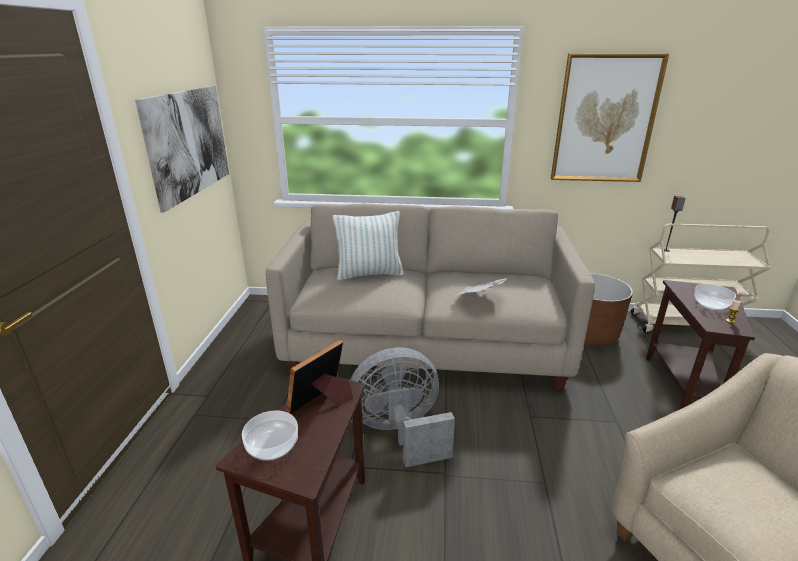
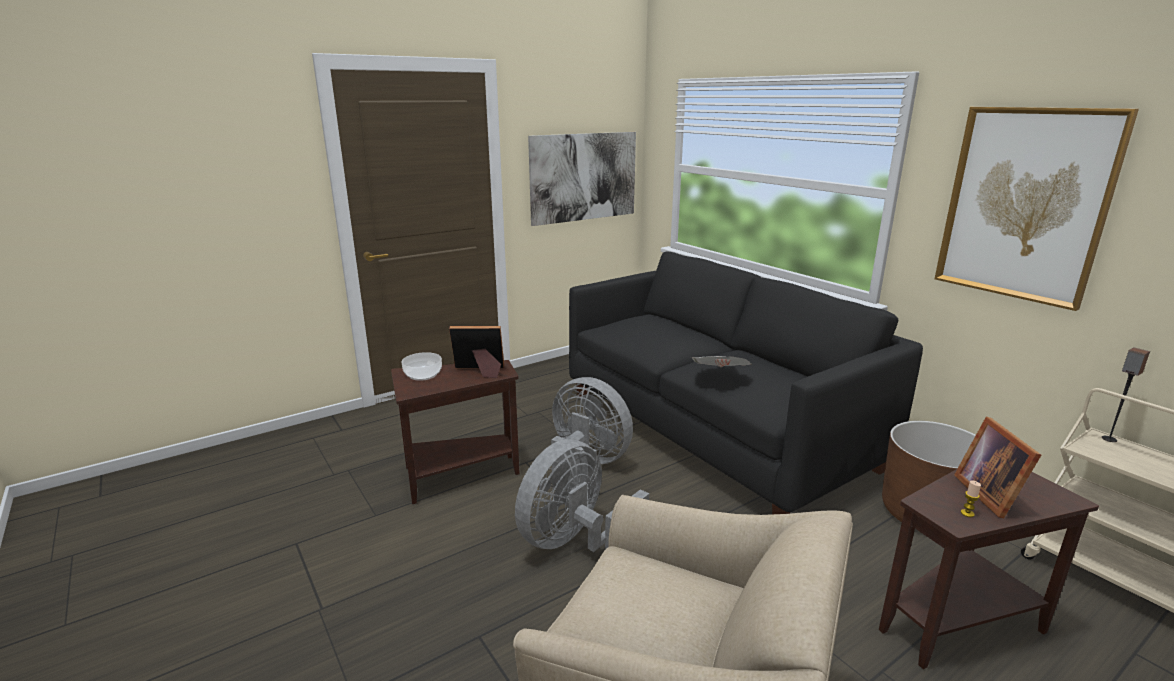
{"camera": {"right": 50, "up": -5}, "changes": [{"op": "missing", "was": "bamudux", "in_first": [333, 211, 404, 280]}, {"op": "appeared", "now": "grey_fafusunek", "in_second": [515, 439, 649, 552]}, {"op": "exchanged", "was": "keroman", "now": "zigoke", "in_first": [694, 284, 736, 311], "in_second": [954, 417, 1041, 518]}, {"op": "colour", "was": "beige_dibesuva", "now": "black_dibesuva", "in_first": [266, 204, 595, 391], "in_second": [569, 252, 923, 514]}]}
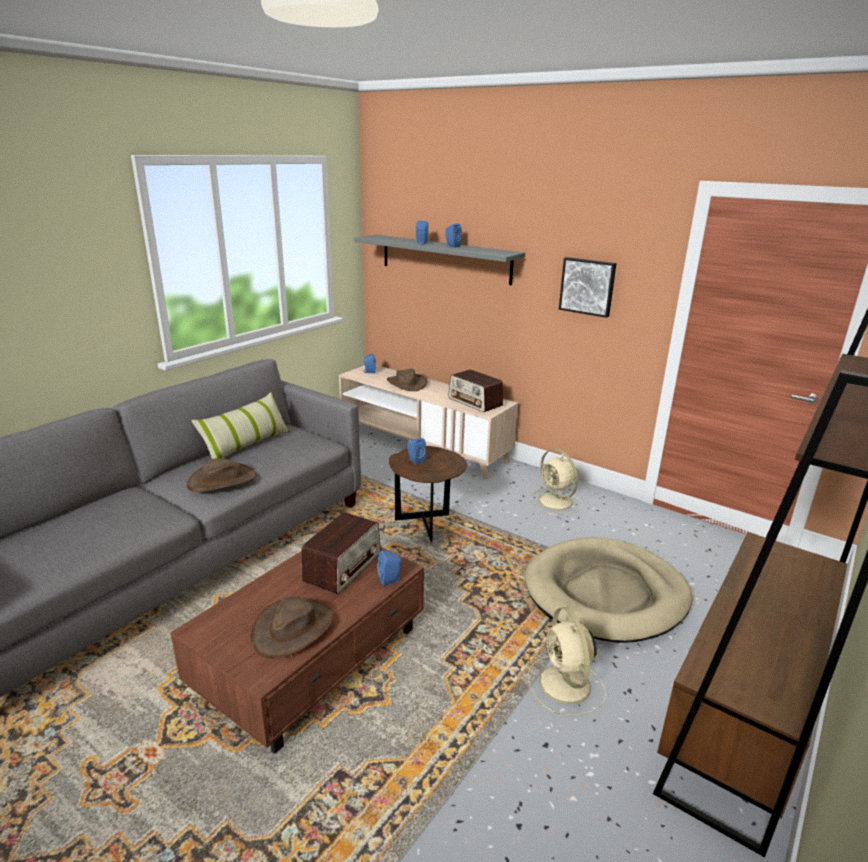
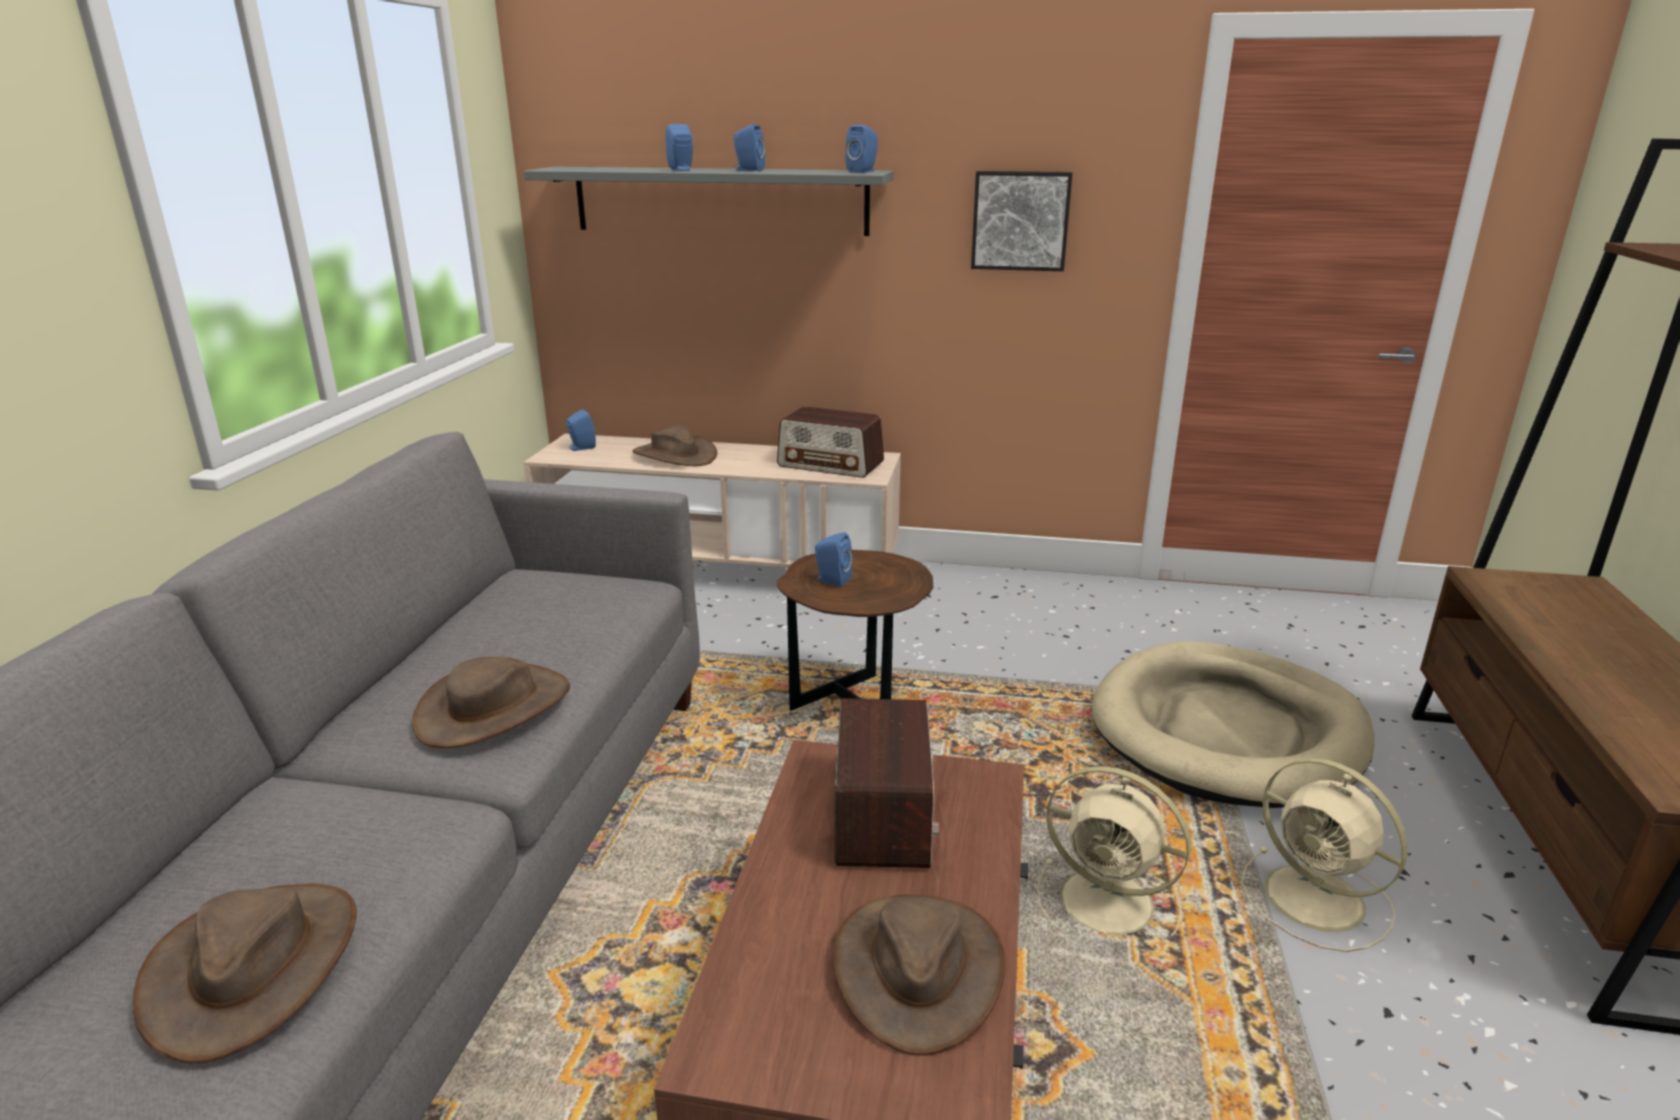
{"camera": {"right": -25, "up": 0}, "changes": [{"op": "missing", "was": "bamudux", "in_first": [192, 392, 290, 459]}, {"op": "appeared", "now": "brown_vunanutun", "in_second": [133, 884, 357, 1063]}, {"op": "relocated", "was": "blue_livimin", "in_first": [377, 551, 401, 586], "in_second": [845, 125, 878, 173]}, {"op": "relocated", "was": "beige_fafusunek", "in_first": [531, 449, 583, 515], "in_second": [1037, 766, 1191, 936]}]}
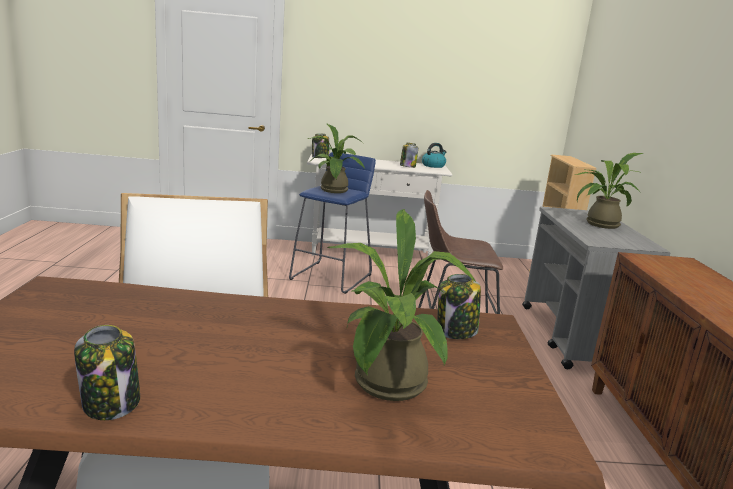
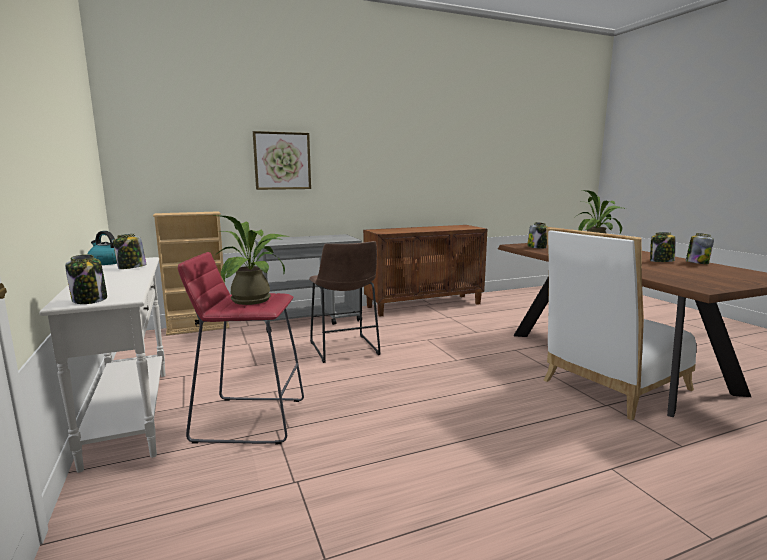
{"camera": {"right": -110, "up": -5}, "changes": [{"op": "missing", "was": "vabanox", "in_first": [575, 153, 644, 229]}, {"op": "appeared", "now": "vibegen", "in_second": [253, 131, 311, 190]}, {"op": "appeared", "now": "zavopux", "in_second": [650, 232, 676, 262]}, {"op": "colour", "was": "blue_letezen", "now": "red_letezen", "in_first": [289, 152, 376, 294], "in_second": [178, 252, 304, 445]}]}
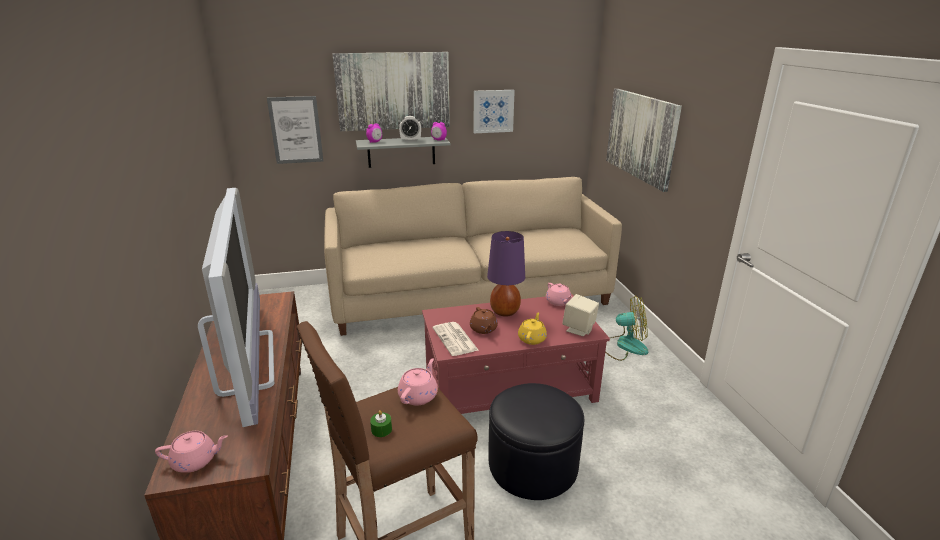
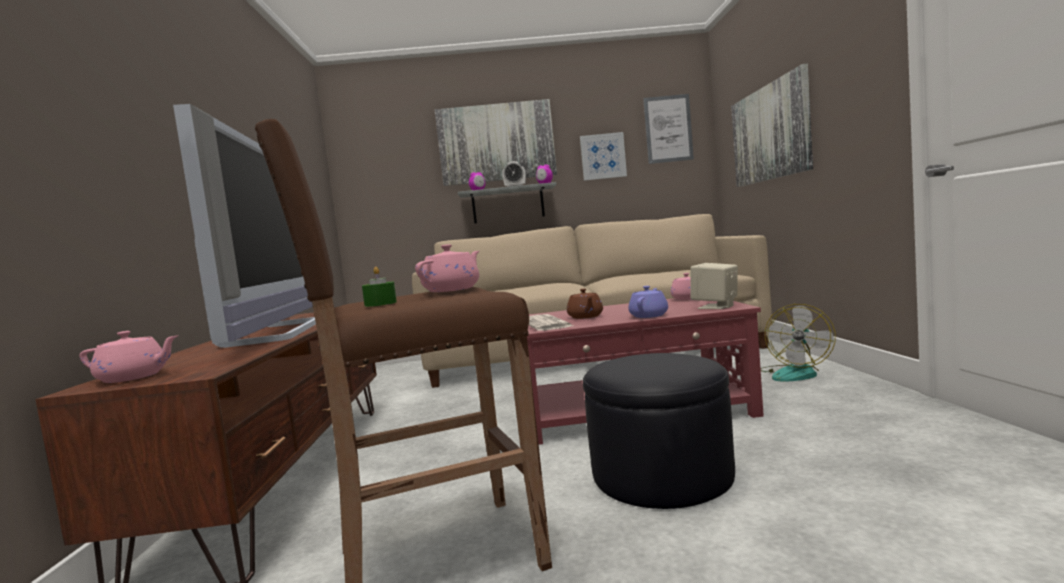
{"camera": {"right": 10, "up": -20}, "changes": [{"op": "missing", "was": "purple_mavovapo", "in_first": [487, 231, 525, 316]}, {"op": "relocated", "was": "vibegen", "in_first": [267, 96, 323, 164], "in_second": [643, 94, 694, 164]}, {"op": "colour", "was": "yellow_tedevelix", "now": "purple_tedevelix", "in_first": [518, 312, 547, 345], "in_second": [628, 286, 668, 318]}, {"op": "spun", "was": "fafusunek", "in_first": [605, 295, 649, 361], "in_second": [761, 304, 836, 382], "clockwise": 105}]}
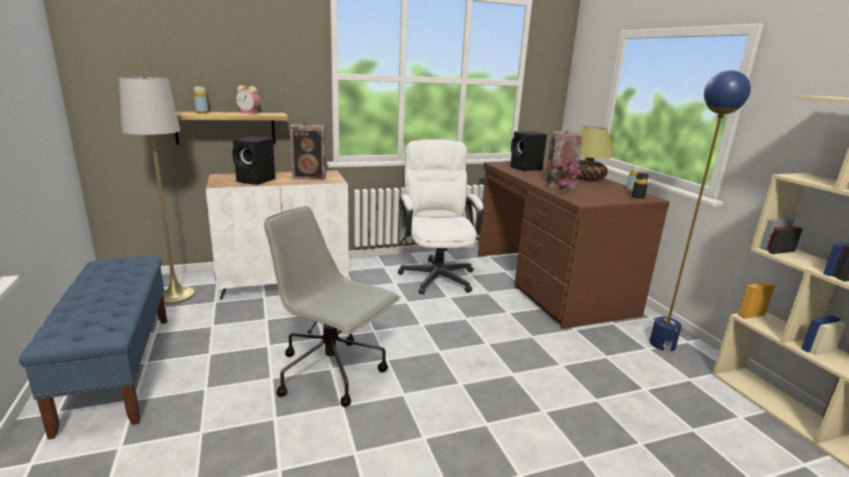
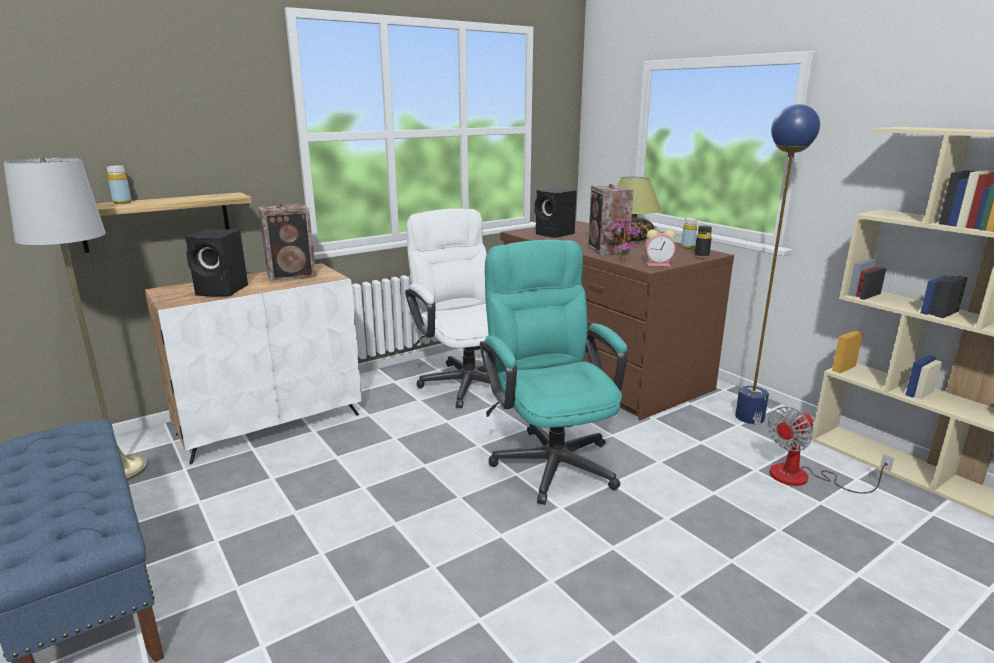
{"camera": {"right": -15, "up": 0}, "changes": [{"op": "missing", "was": "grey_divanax", "in_first": [264, 206, 400, 407]}, {"op": "appeared", "now": "turquoise_divanax", "in_second": [480, 240, 628, 505]}, {"op": "appeared", "now": "fafusunek", "in_second": [768, 407, 894, 494]}, {"op": "relocated", "was": "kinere", "in_first": [236, 85, 260, 115], "in_second": [644, 229, 676, 266]}]}
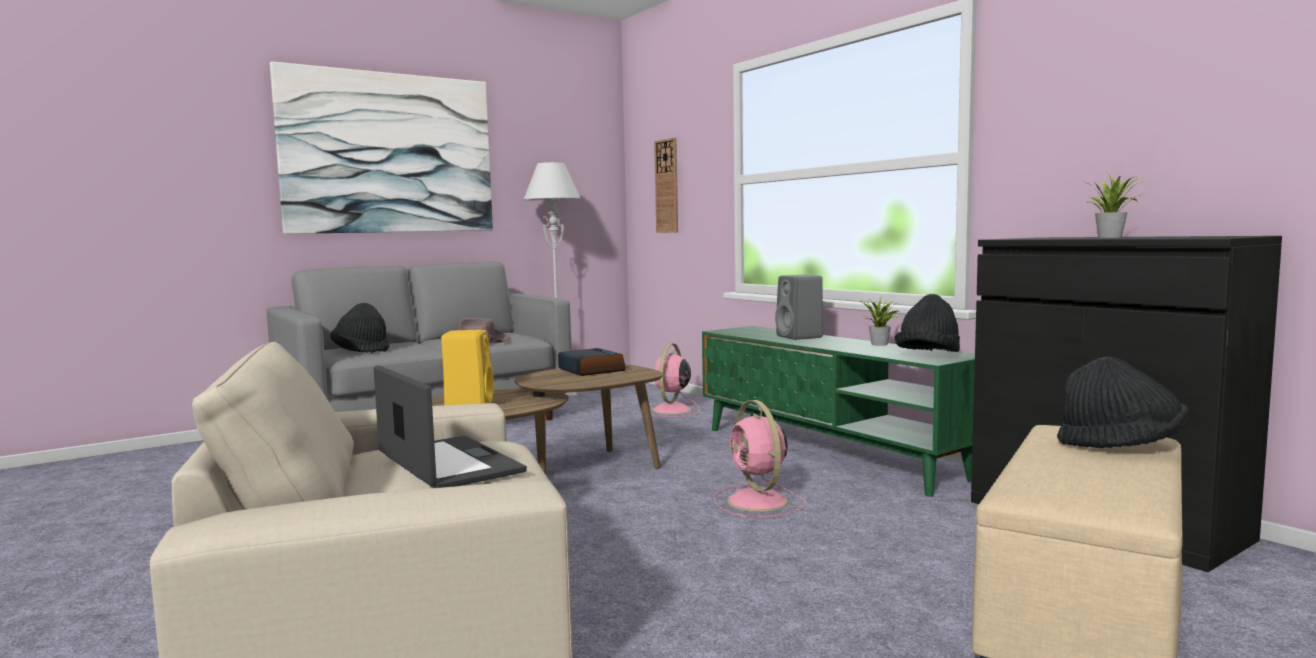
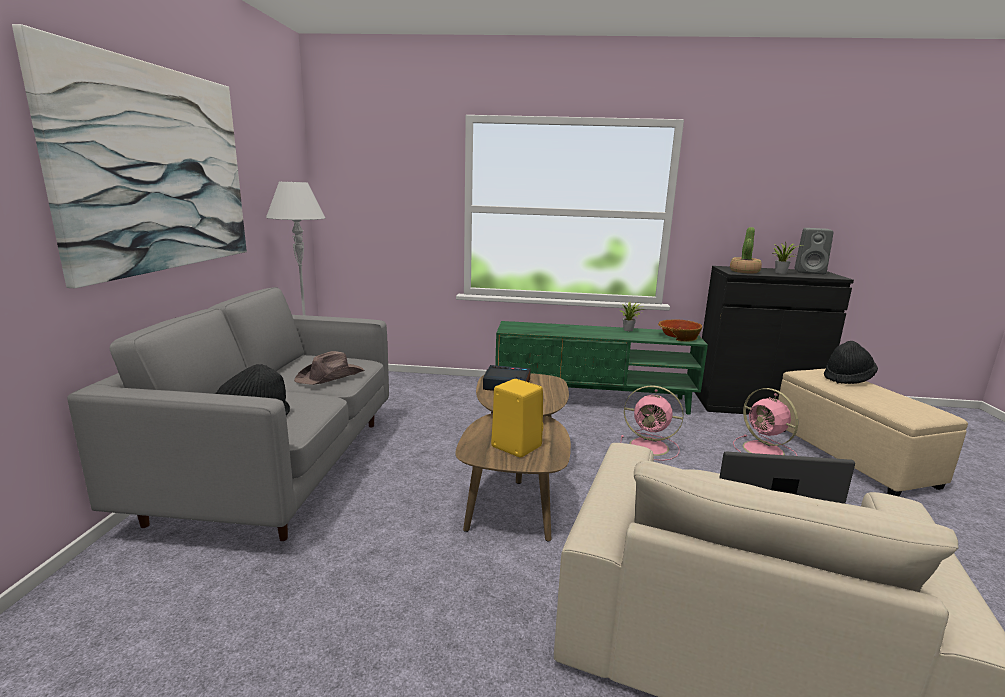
{"camera": {"right": -50, "up": 10}, "changes": [{"op": "missing", "was": "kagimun", "in_first": [654, 138, 678, 233]}, {"op": "appeared", "now": "vabanox", "in_second": [730, 227, 762, 273]}, {"op": "relocated", "was": "pink_fafusunek", "in_first": [650, 343, 700, 417], "in_second": [733, 388, 798, 456]}, {"op": "relocated", "was": "grey_livimin", "in_first": [775, 275, 823, 340], "in_second": [795, 228, 834, 274]}, {"op": "exchanged", "was": "black_vunanutun", "now": "keroman", "in_first": [895, 294, 960, 352], "in_second": [658, 319, 702, 342]}]}
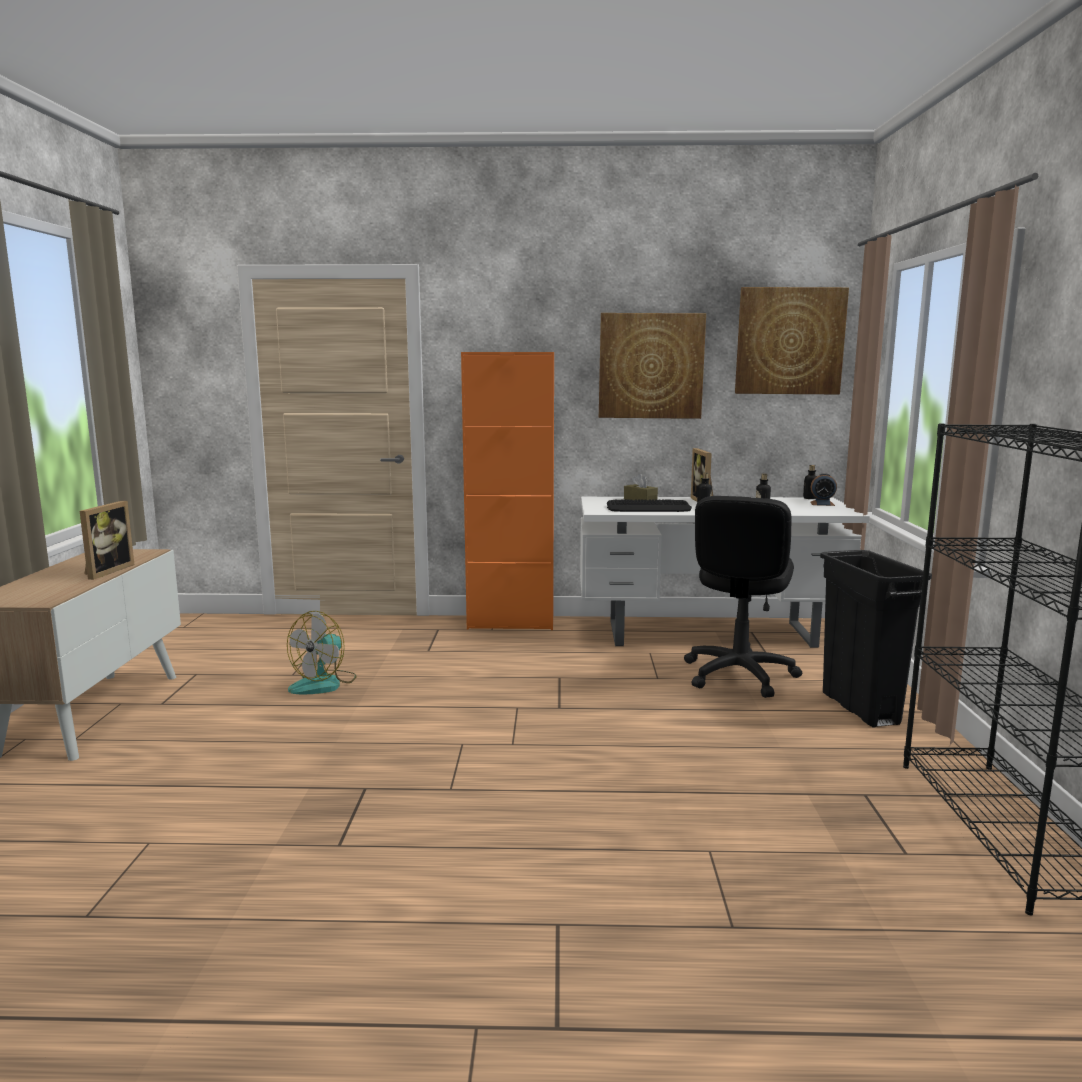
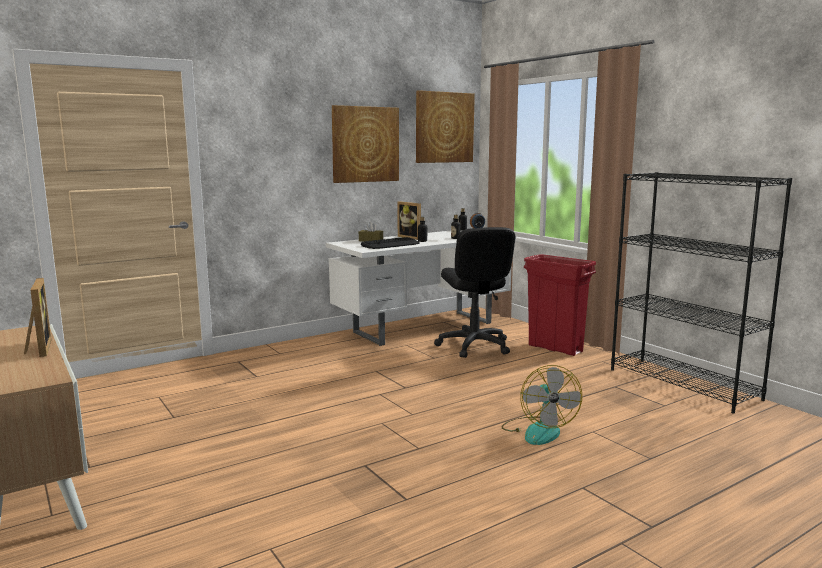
{"camera": {"right": -35, "up": 0}, "changes": [{"op": "missing", "was": "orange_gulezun", "in_first": [461, 352, 554, 630]}, {"op": "relocated", "was": "fafusunek", "in_first": [287, 611, 357, 694], "in_second": [501, 365, 582, 445]}, {"op": "colour", "was": "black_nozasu", "now": "red_nozasu", "in_first": [820, 550, 932, 727], "in_second": [524, 254, 596, 356]}]}
